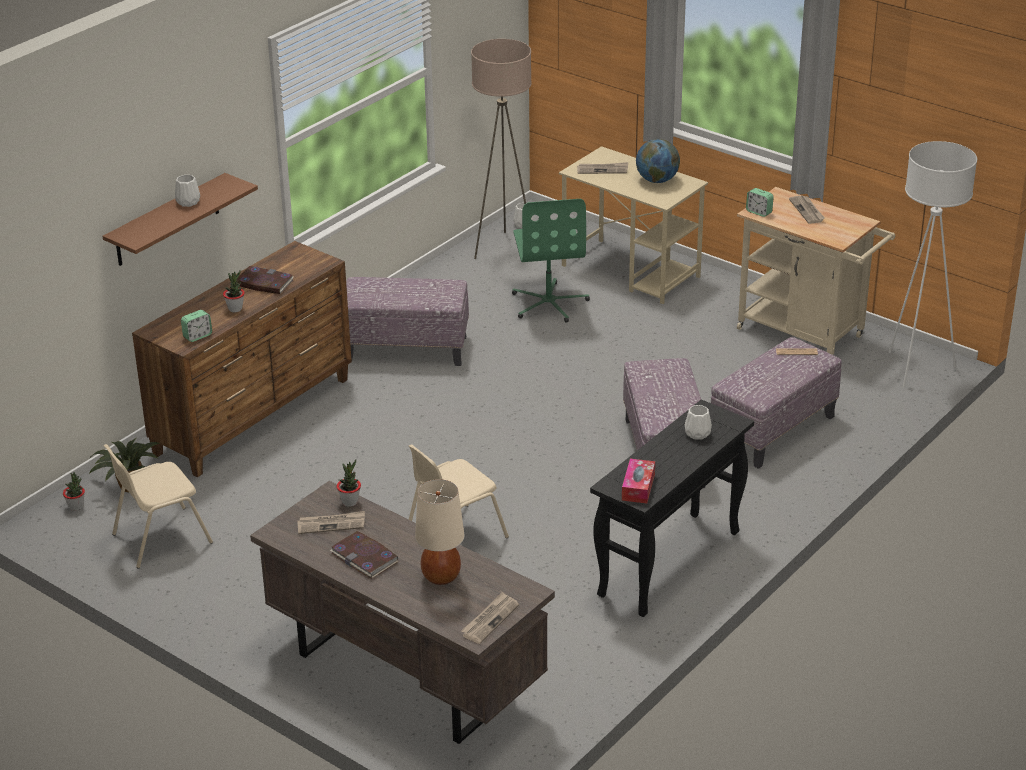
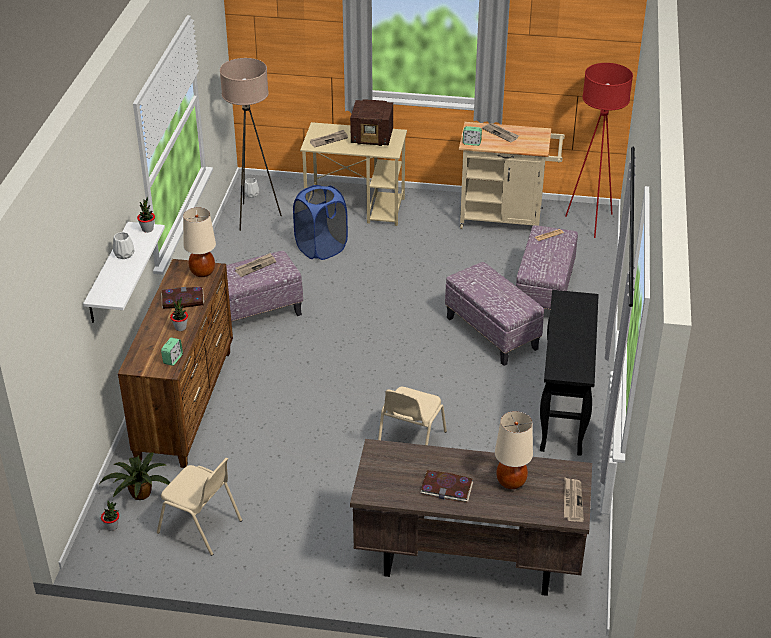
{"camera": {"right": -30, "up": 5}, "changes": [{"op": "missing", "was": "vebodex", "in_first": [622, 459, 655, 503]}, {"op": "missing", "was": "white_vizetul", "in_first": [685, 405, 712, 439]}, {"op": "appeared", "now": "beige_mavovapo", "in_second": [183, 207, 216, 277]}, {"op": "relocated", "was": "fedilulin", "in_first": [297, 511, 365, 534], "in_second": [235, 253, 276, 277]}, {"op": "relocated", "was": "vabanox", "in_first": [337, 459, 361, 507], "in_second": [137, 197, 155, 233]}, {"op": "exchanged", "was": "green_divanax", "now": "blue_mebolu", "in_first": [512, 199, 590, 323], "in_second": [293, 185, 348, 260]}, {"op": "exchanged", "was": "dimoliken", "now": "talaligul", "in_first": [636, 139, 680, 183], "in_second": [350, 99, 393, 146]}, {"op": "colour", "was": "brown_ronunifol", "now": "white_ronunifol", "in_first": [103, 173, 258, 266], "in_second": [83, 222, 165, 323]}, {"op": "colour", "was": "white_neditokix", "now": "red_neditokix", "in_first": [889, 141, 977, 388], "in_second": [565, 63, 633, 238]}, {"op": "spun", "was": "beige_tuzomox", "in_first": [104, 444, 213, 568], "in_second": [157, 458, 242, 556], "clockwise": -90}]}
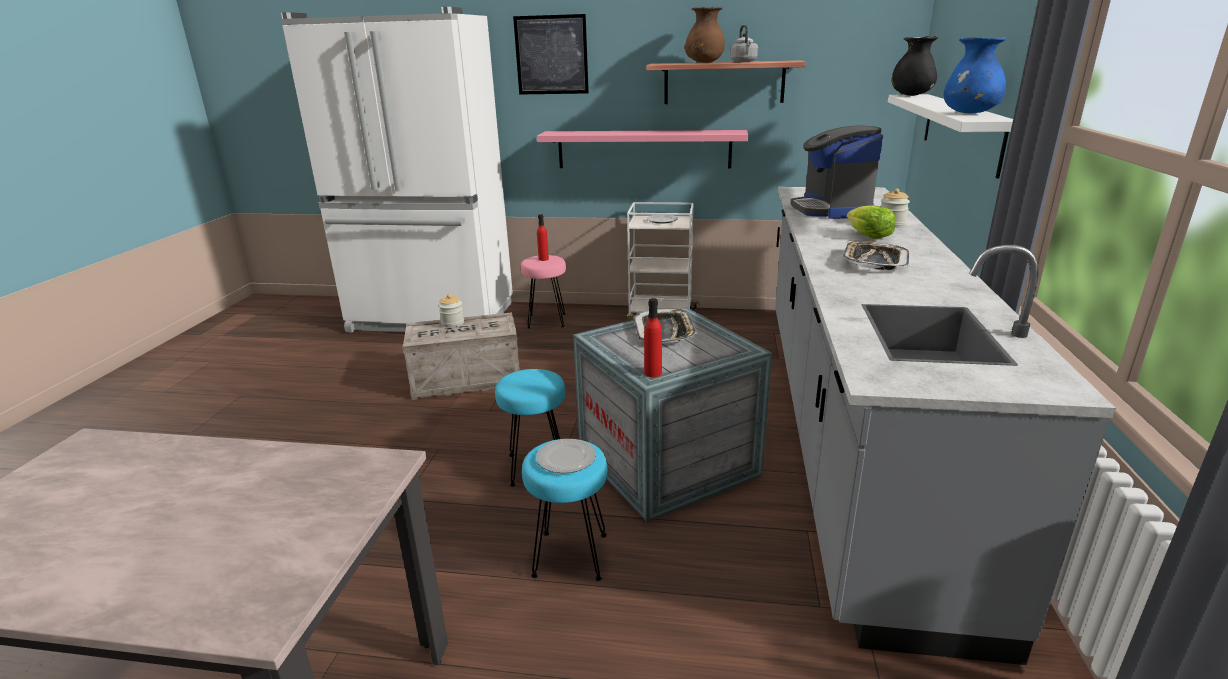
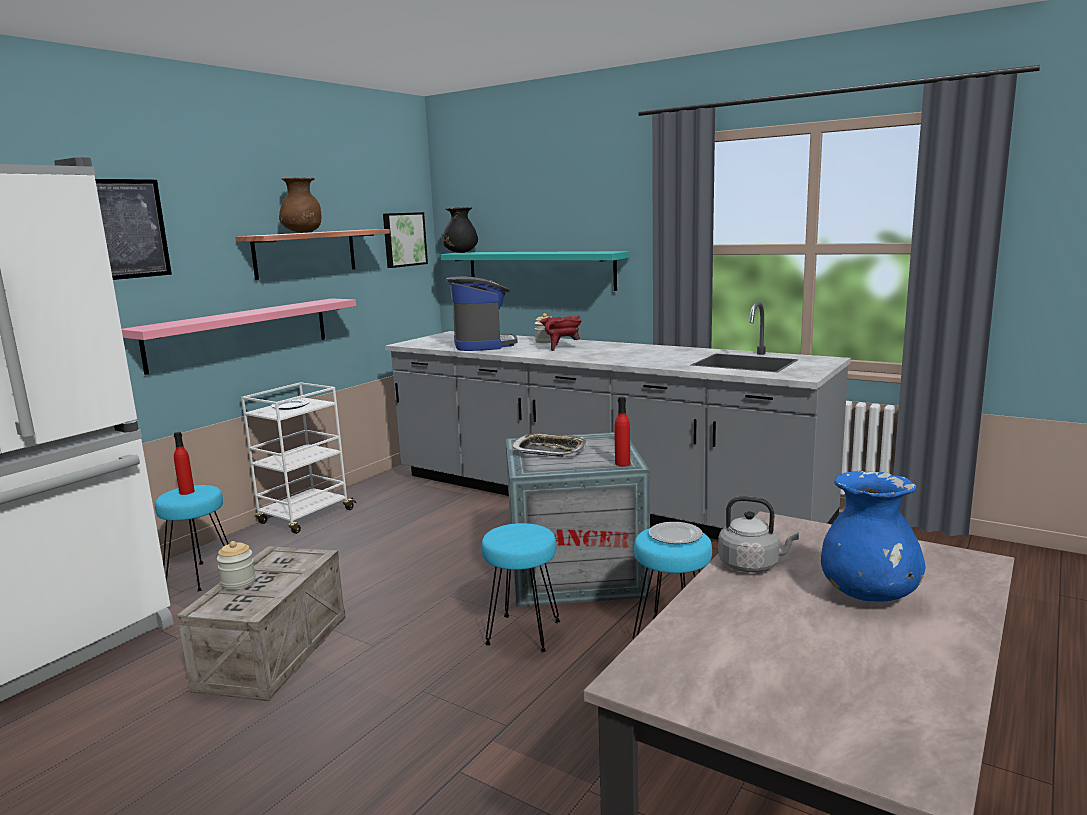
{"camera": {"right": -65, "up": -10}, "changes": [{"op": "missing", "was": "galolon", "in_first": [843, 241, 909, 270]}, {"op": "appeared", "now": "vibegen", "in_second": [383, 212, 428, 268]}, {"op": "relocated", "was": "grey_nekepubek", "in_first": [730, 25, 758, 62], "in_second": [718, 496, 799, 572]}, {"op": "relocated", "was": "blue_vizetul", "in_first": [944, 37, 1006, 113], "in_second": [821, 471, 925, 602]}, {"op": "exchanged", "was": "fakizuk", "now": "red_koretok", "in_first": [847, 205, 895, 239], "in_second": [540, 315, 582, 351]}, {"op": "colour", "was": "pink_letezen", "now": "turquoise_letezen", "in_first": [521, 255, 566, 329], "in_second": [155, 485, 229, 591]}, {"op": "colour", "was": "white_ronunifol", "now": "turquoise_ronunifol", "in_first": [888, 94, 1013, 179], "in_second": [440, 251, 630, 291]}, {"op": "spun", "was": "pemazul", "in_first": [790, 126, 883, 219], "in_second": [446, 277, 517, 351], "clockwise": -120}]}
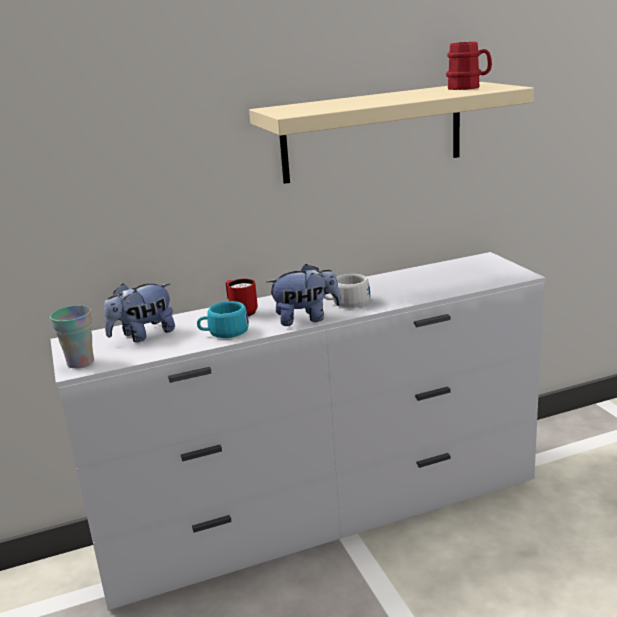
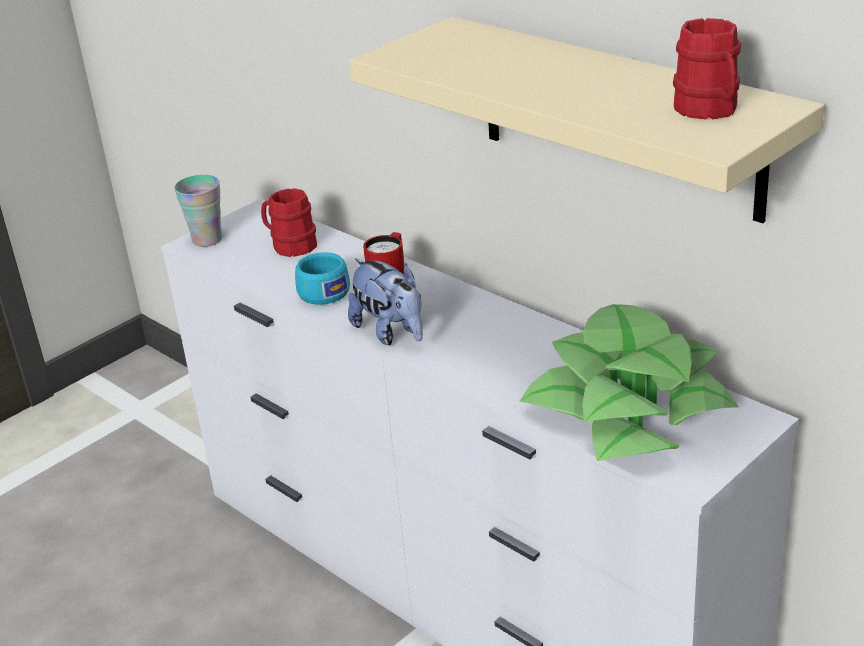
{"camera": {"right": 65, "up": 10}, "changes": [{"op": "missing", "was": "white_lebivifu", "in_first": [324, 274, 371, 308]}, {"op": "appeared", "now": "vabanox", "in_second": [520, 304, 739, 461]}, {"op": "exchanged", "was": "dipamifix", "now": "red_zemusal", "in_first": [104, 283, 175, 342], "in_second": [261, 188, 317, 257]}]}
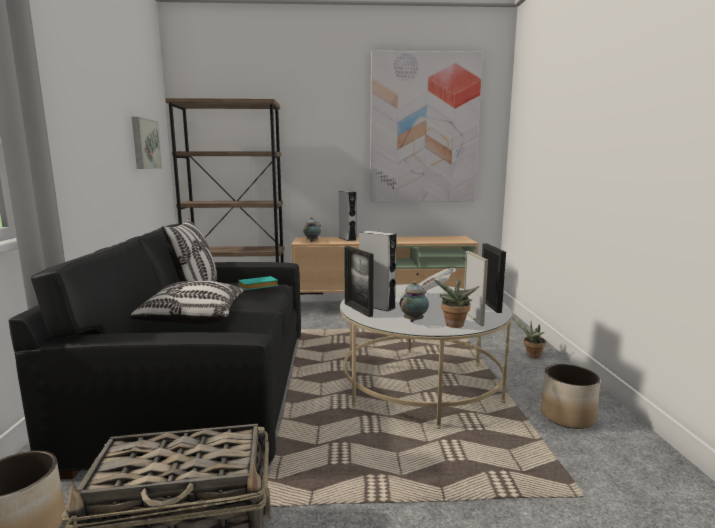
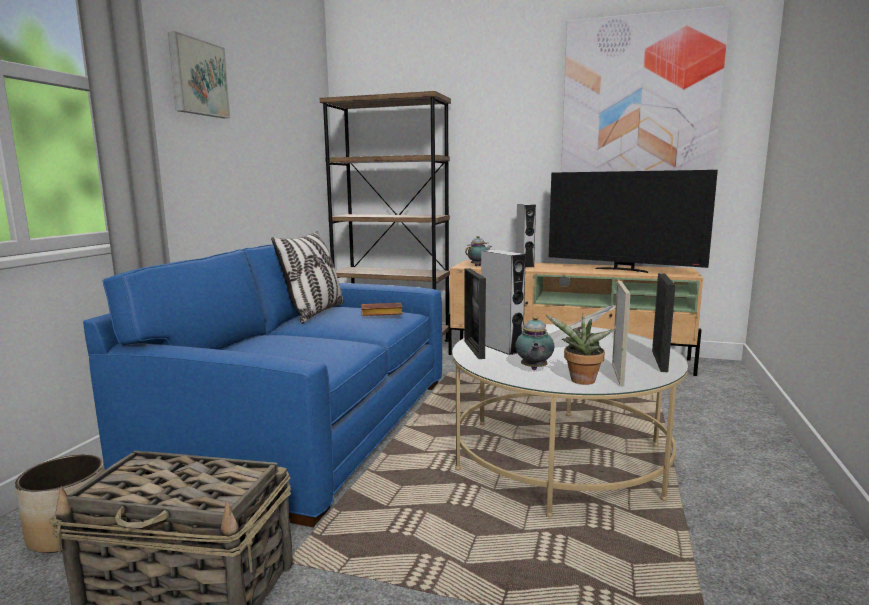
{"camera": {"right": 20, "up": 0}, "changes": [{"op": "missing", "was": "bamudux", "in_first": [131, 281, 244, 324]}, {"op": "missing", "was": "vabanox", "in_first": [512, 318, 546, 359]}, {"op": "missing", "was": "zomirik", "in_first": [541, 364, 601, 429]}, {"op": "appeared", "now": "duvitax", "in_second": [549, 170, 718, 273]}, {"op": "relocated", "was": "vibegen", "in_first": [132, 117, 162, 169], "in_second": [168, 31, 230, 118]}, {"op": "colour", "was": "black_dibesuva", "now": "blue_dibesuva", "in_first": [9, 223, 301, 479], "in_second": [83, 244, 442, 527]}, {"op": "colour", "was": "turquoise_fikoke", "now": "brown_fikoke", "in_first": [238, 276, 279, 290], "in_second": [361, 303, 403, 316]}, {"op": "spun", "was": "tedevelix", "in_first": [400, 281, 429, 322], "in_second": [515, 316, 554, 370], "clockwise": 135}]}
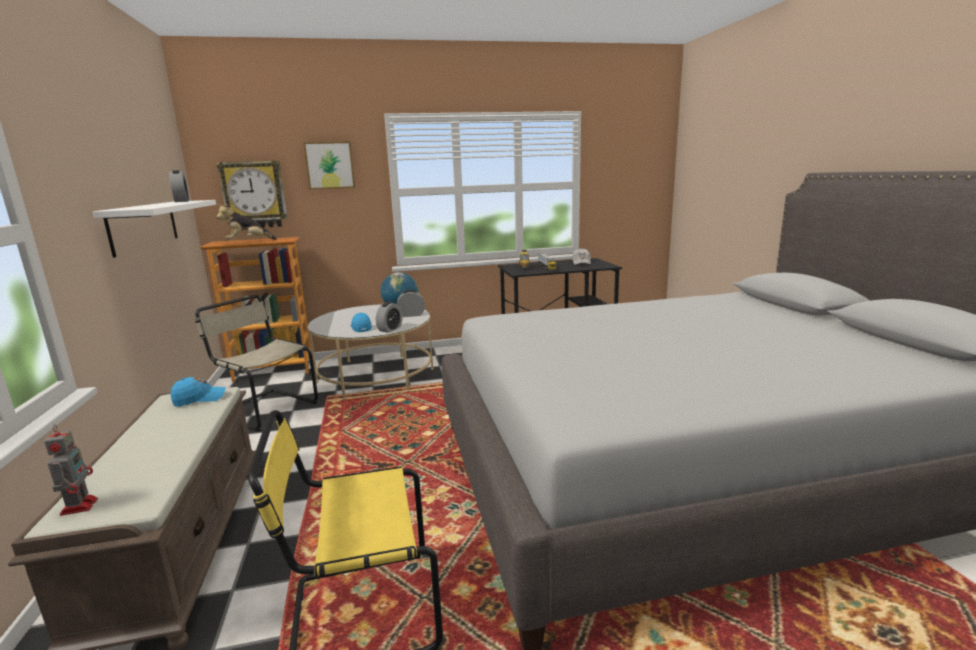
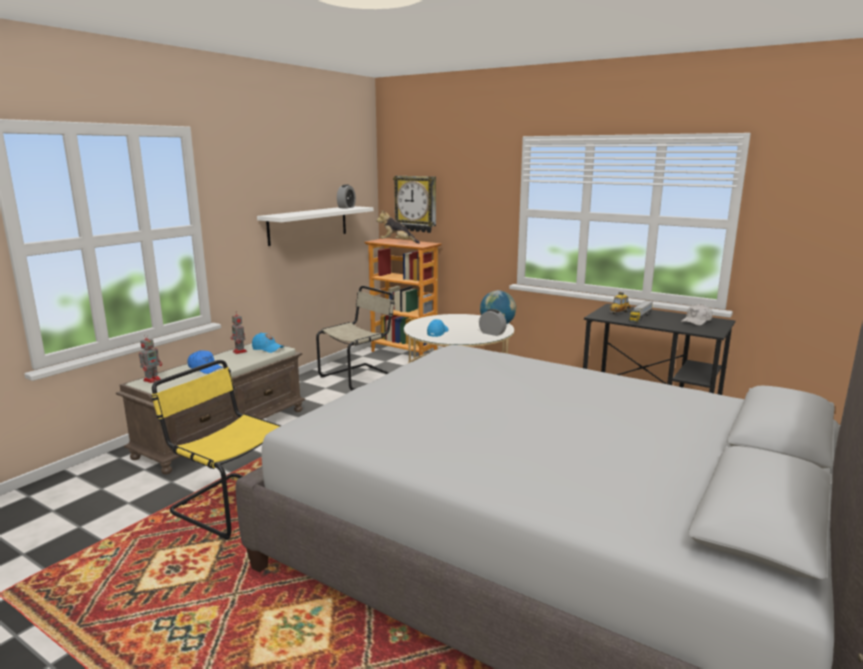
{"camera": {"right": 45, "up": 0}, "changes": [{"op": "missing", "was": "vibegen", "in_first": [303, 141, 355, 189]}, {"op": "missing", "was": "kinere", "in_first": [376, 302, 403, 333]}, {"op": "appeared", "now": "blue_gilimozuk", "in_second": [187, 350, 223, 374]}, {"op": "appeared", "now": "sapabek", "in_second": [231, 311, 247, 354]}, {"op": "spun", "was": "beige_tuzomox", "in_first": [195, 295, 318, 432], "in_second": [316, 286, 395, 391], "clockwise": 60}]}
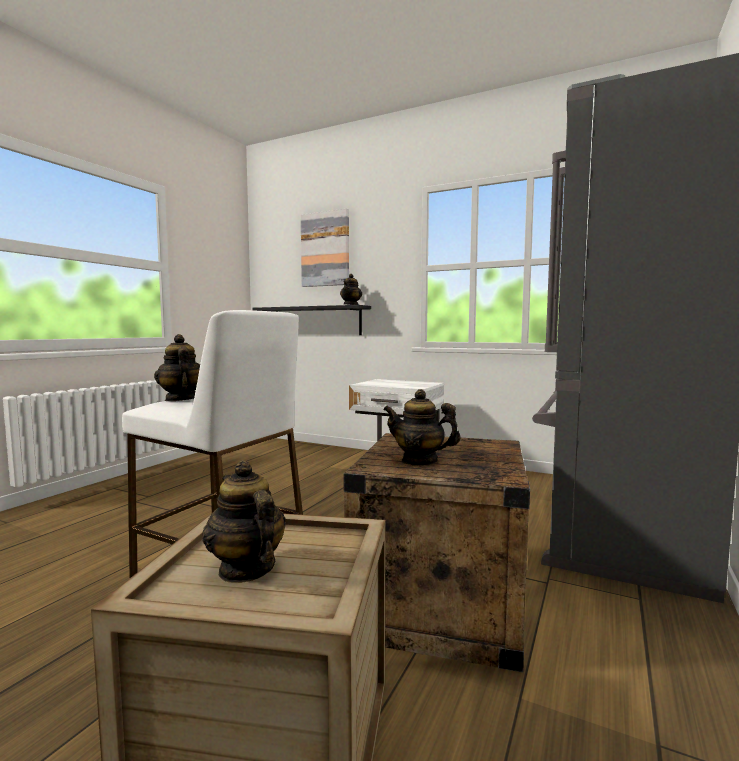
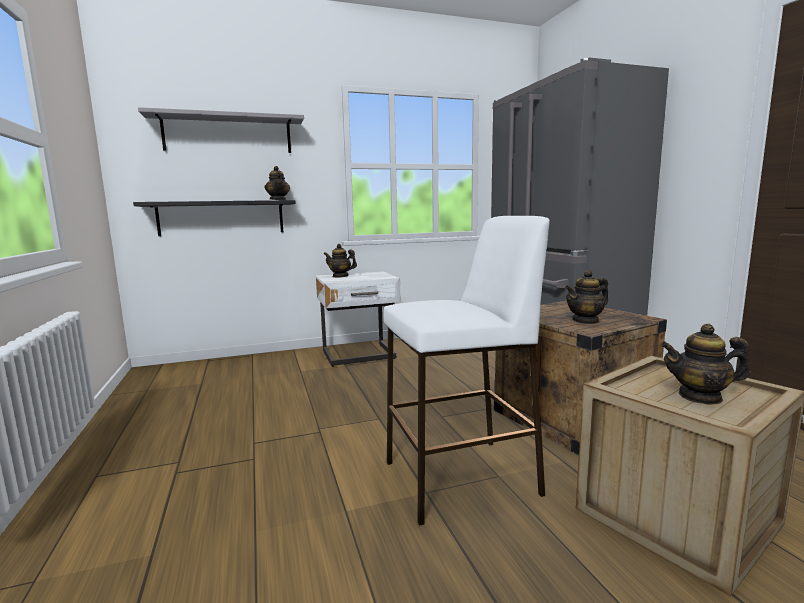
{"camera": {"right": -45, "up": 5}, "changes": [{"op": "relocated", "was": "tedevelix", "in_first": [154, 334, 200, 401], "in_second": [324, 244, 357, 278]}, {"op": "exchanged", "was": "vibegen", "now": "grey_ronunifol", "in_first": [301, 209, 349, 287], "in_second": [138, 107, 304, 153]}]}
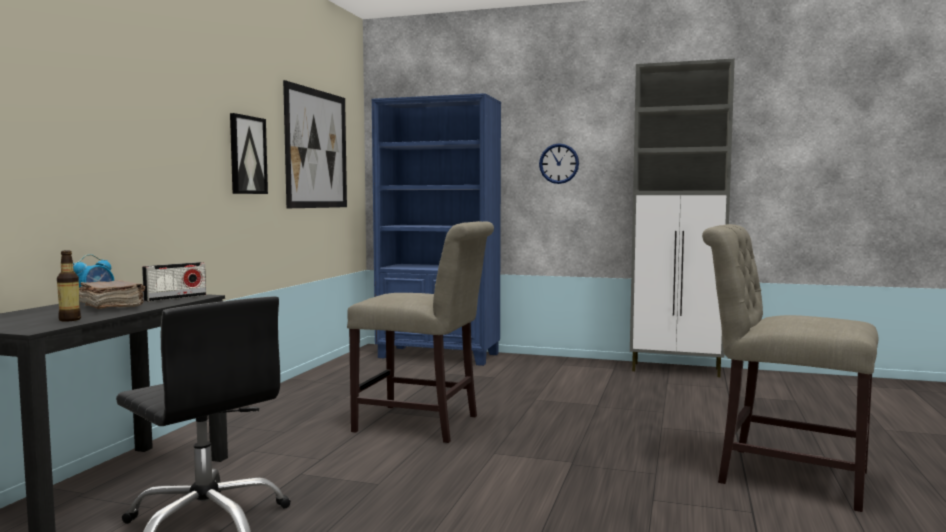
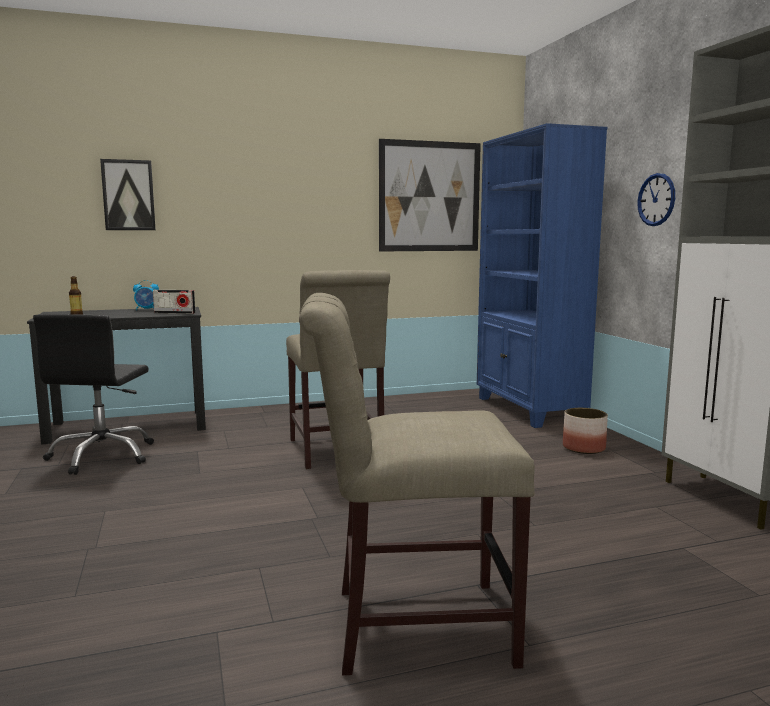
{"camera": {"right": 55, "up": 5}, "changes": [{"op": "missing", "was": "brown_fikoke", "in_first": [79, 280, 145, 309]}, {"op": "appeared", "now": "zomirik", "in_second": [563, 408, 608, 454]}, {"op": "relocated", "was": "vibegen", "in_first": [230, 113, 268, 194], "in_second": [100, 159, 156, 230]}, {"op": "spun", "was": "beige_tuzomox", "in_first": [702, 224, 879, 512], "in_second": [299, 293, 535, 675], "clockwise": -90}]}
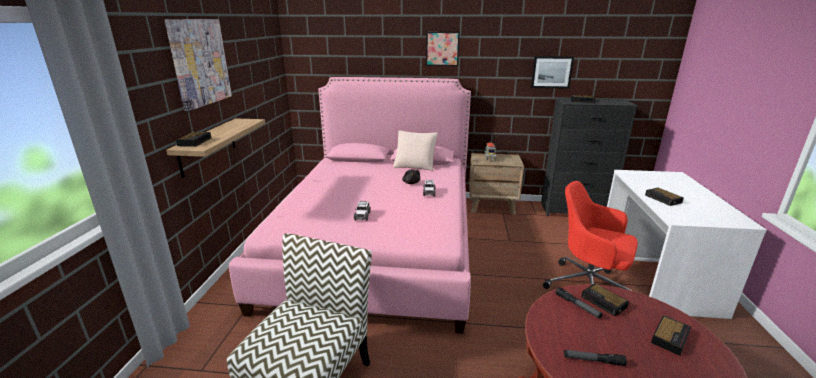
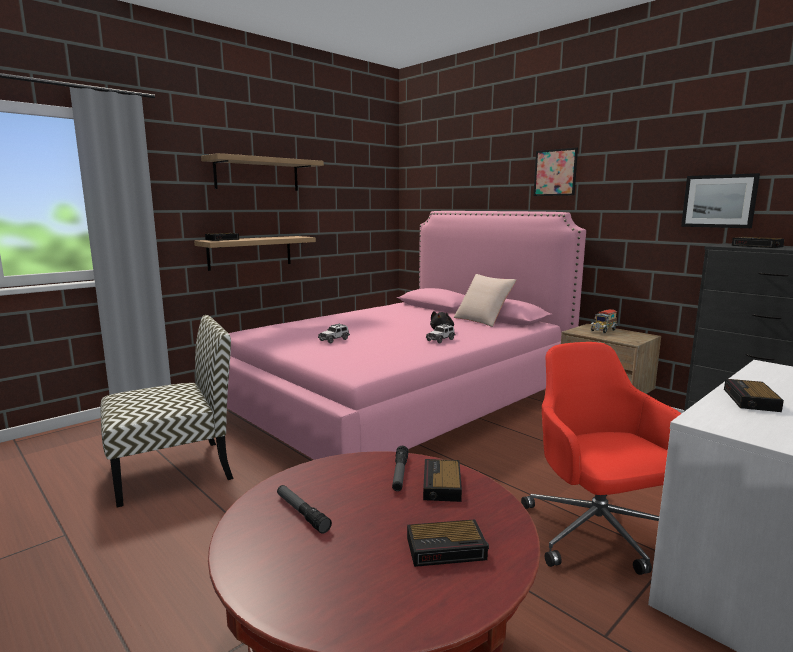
{"camera": {"right": 40, "up": -10}, "changes": [{"op": "exchanged", "was": "vibegen", "now": "ronunifol", "in_first": [165, 19, 232, 111], "in_second": [201, 153, 324, 191]}]}
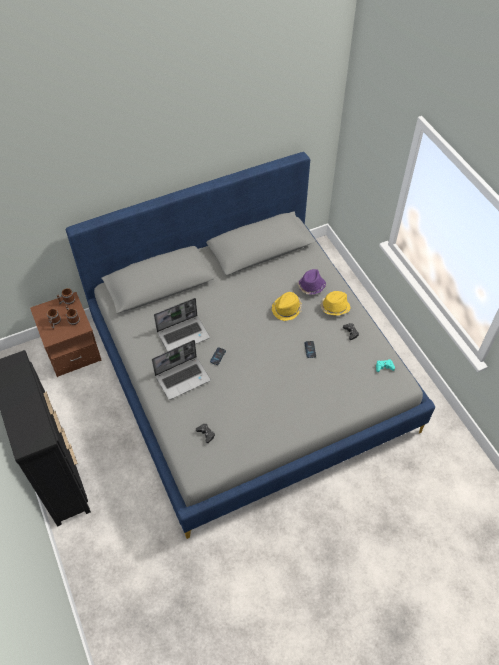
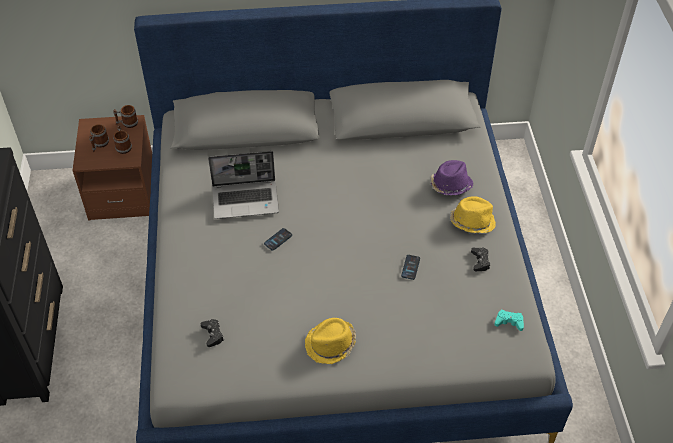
{"camera": {"right": 20, "up": -5}, "changes": [{"op": "missing", "was": "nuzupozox", "in_first": [152, 340, 211, 400]}, {"op": "relocated", "was": "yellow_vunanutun", "in_first": [272, 292, 302, 321], "in_second": [305, 318, 356, 364]}]}
